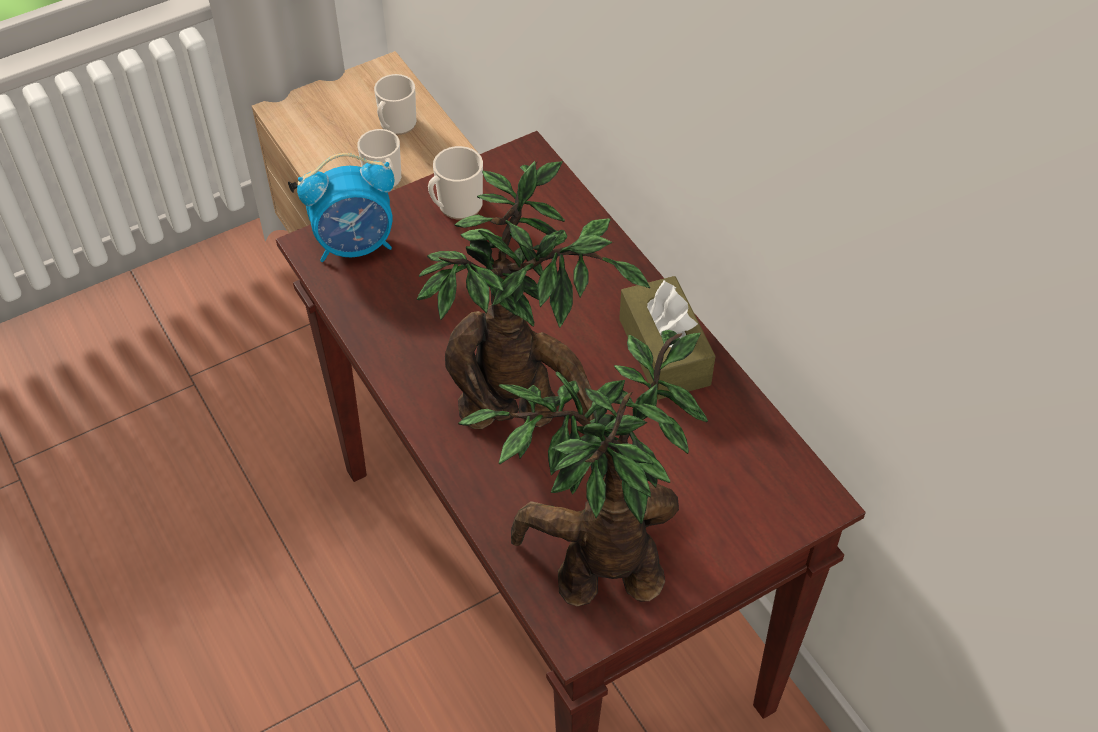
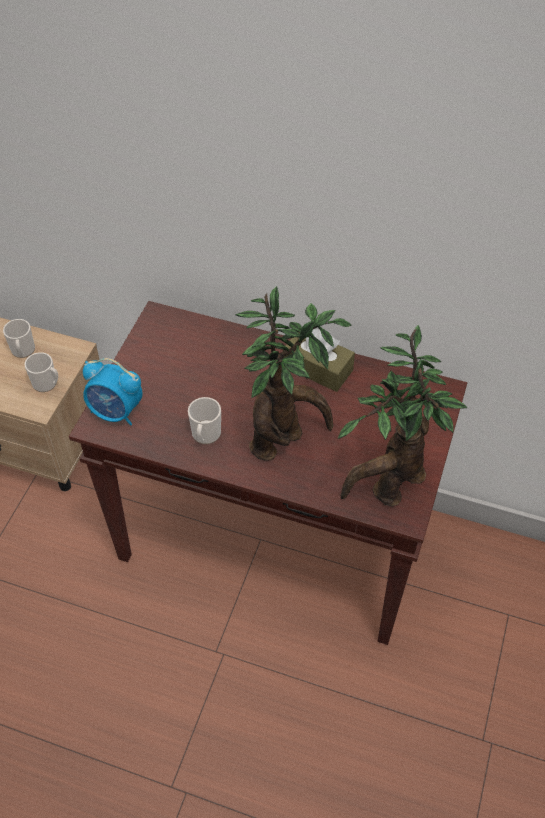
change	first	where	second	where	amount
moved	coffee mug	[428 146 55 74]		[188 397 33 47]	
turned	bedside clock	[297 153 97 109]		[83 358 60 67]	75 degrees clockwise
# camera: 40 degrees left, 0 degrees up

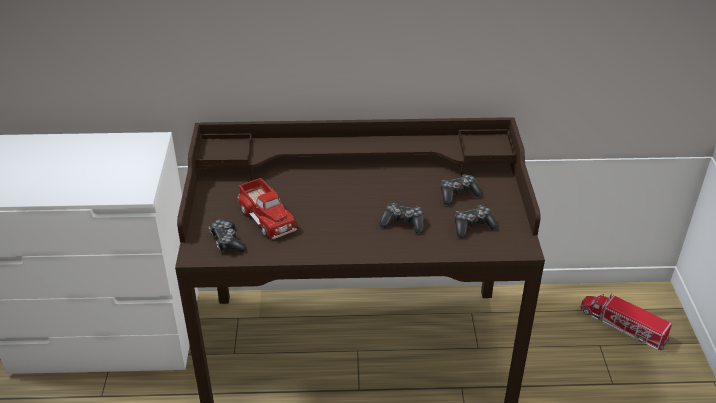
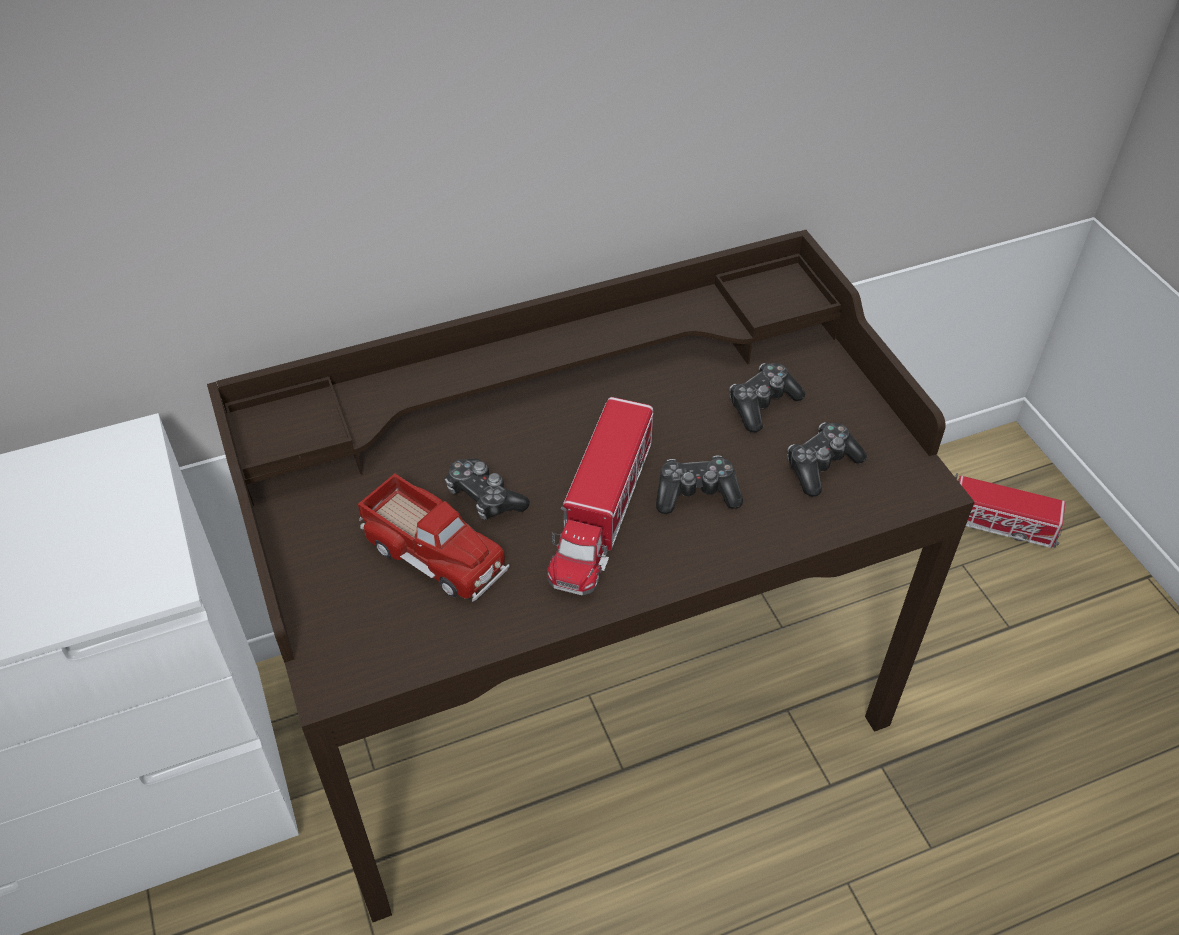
change	first	where	second	where	amount
added			toy lorry	[547 397 107 198]	
moved	game controller	[209 219 38 33]		[445 458 85 62]	
# camera: 20 degrees left, 10 degrees up

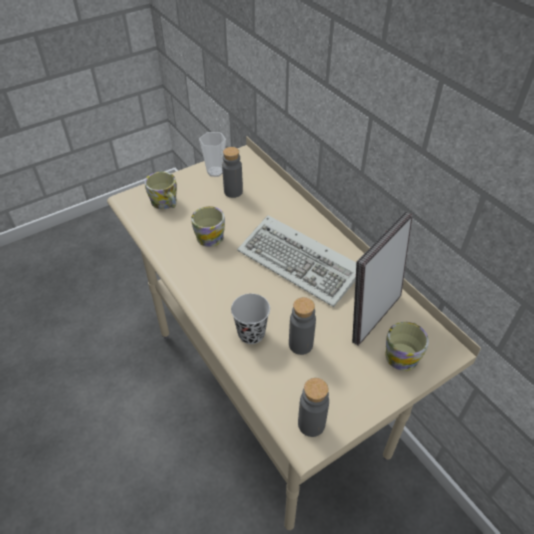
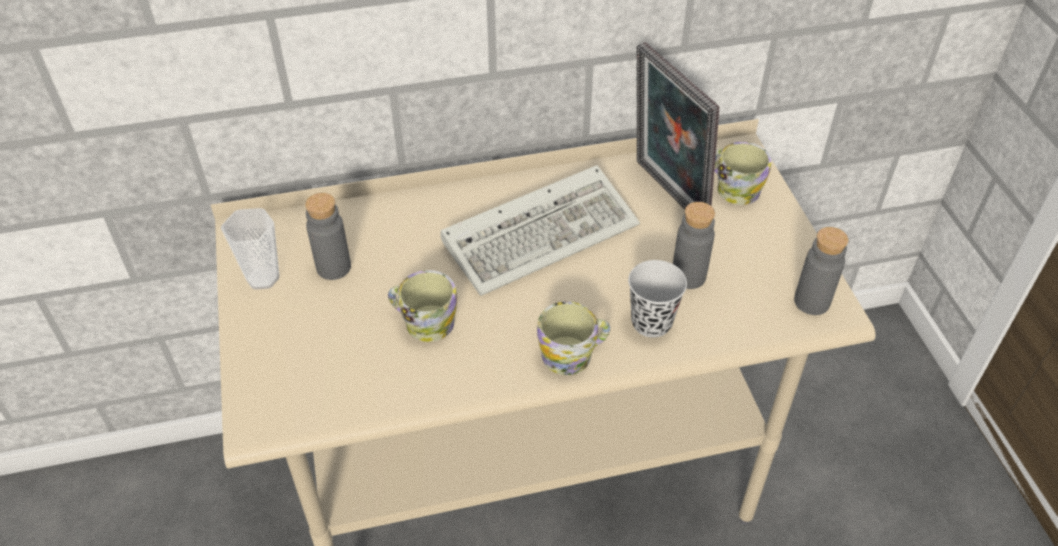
change	first	where	second	where	amount
moved	coffee mug	[145 172 32 37]		[537 301 73 74]	
# camera: 70 degrees left, 0 degrees up

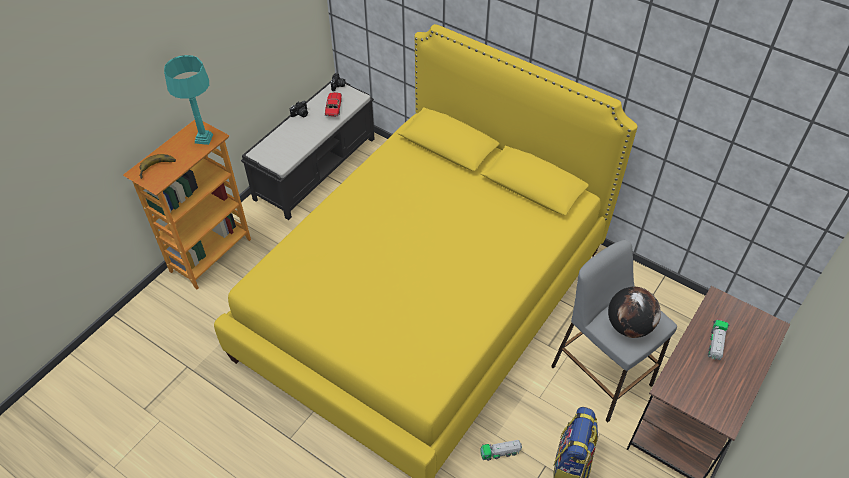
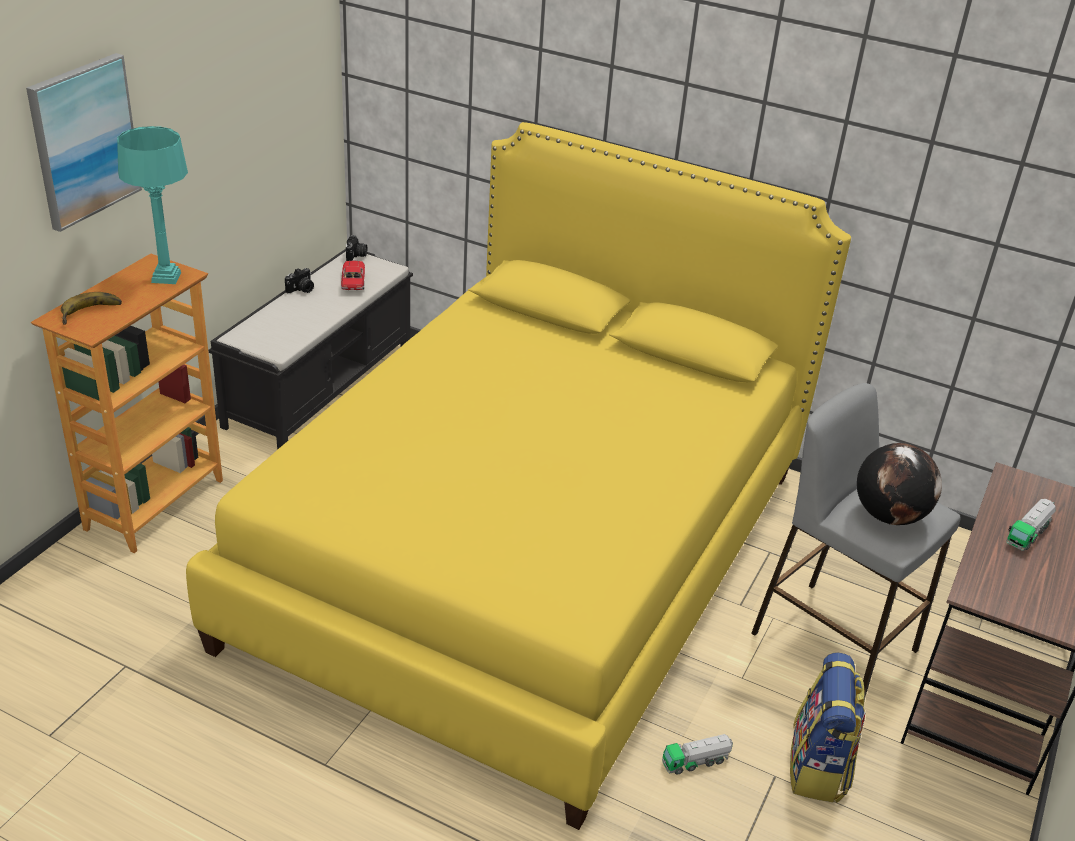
change	first	where	second	where	amount
added			wall picture	[26 53 116 179]	
turned	toy lorry	[708 320 21 41]		[1006 499 50 52]	150 degrees counterclockwise
# camera: 10 degrees left, 15 degrees down

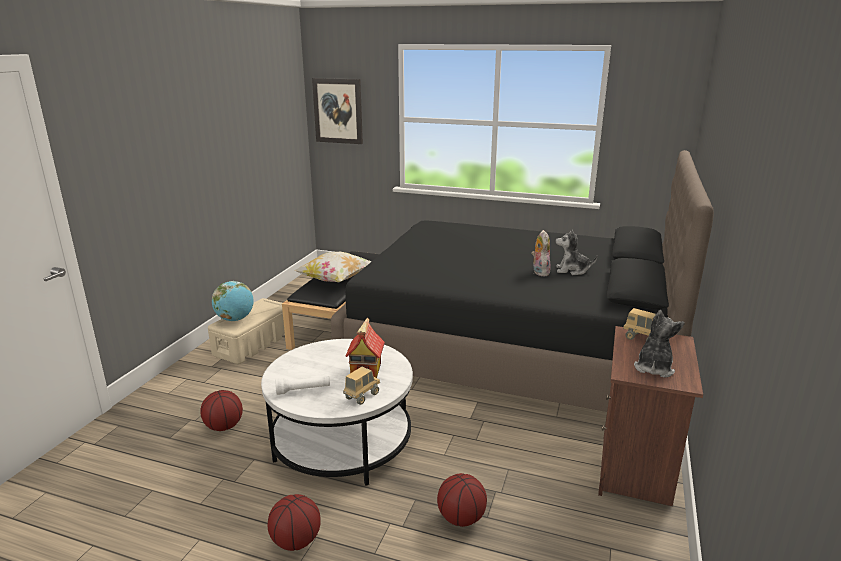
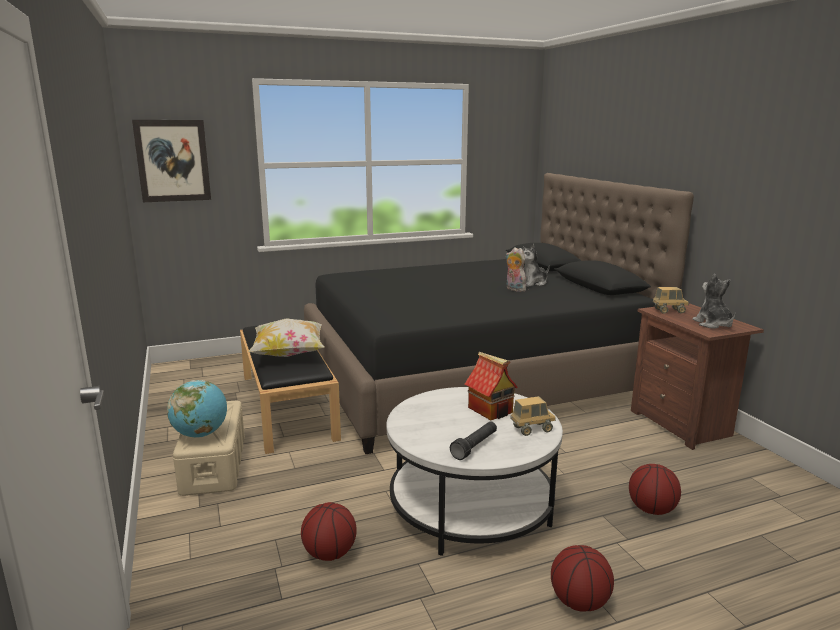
change	first	where	second	where	amount
recoloured	white hand torch	[275 376 55 19]	black-coloured hand torch	[450 421 47 39]	
turned	toy lorry	[343 367 37 38]		[510 396 46 40]	75 degrees clockwise
# camera: 40 degrees left, 5 degrees down

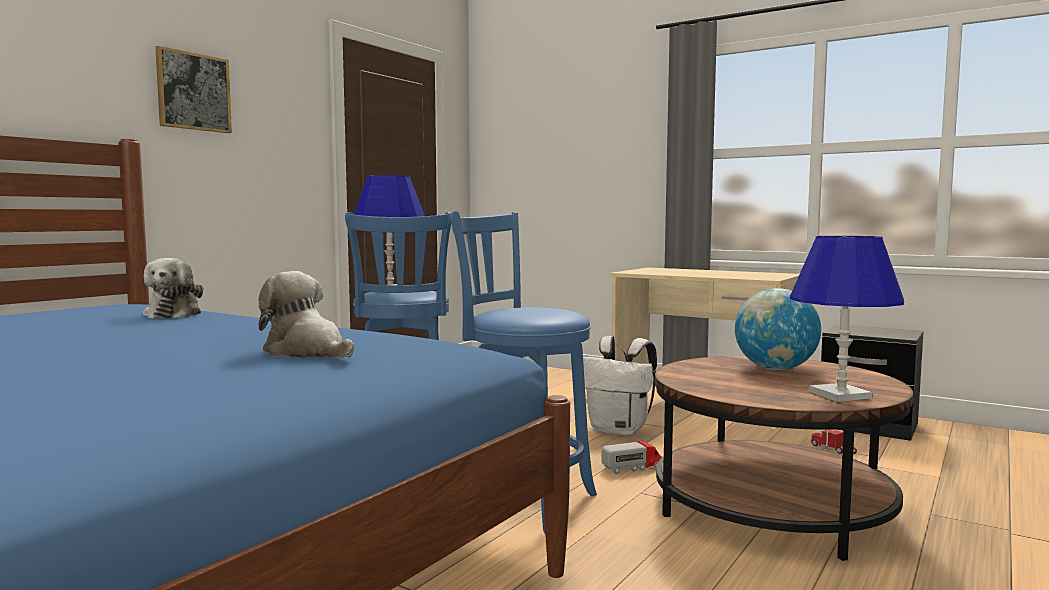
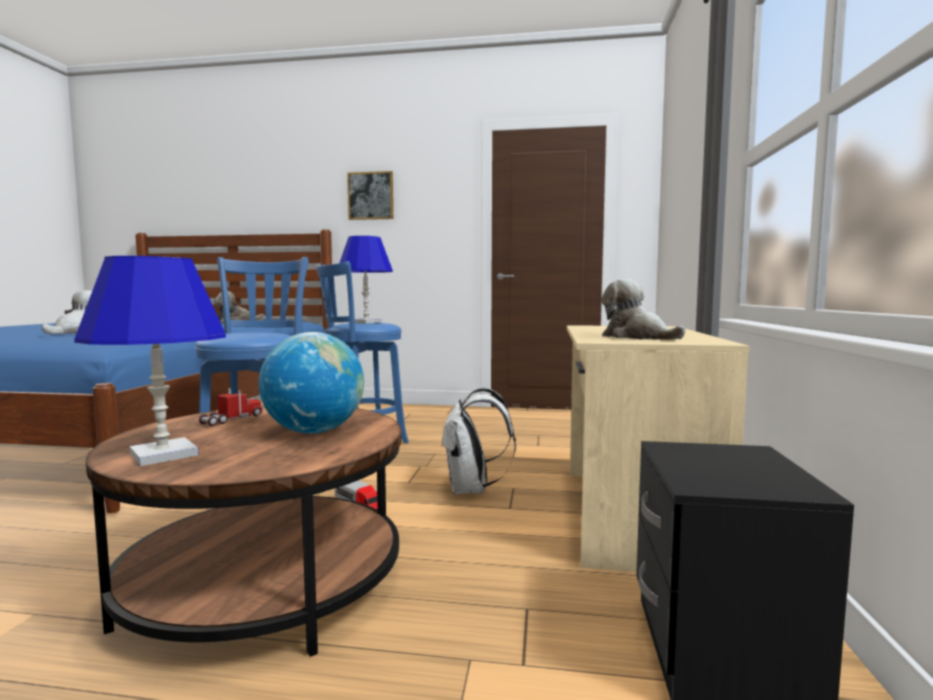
change	first	where	second	where	amount
added			plush toy	[602 279 84 61]	
moved	toy lorry	[811 429 46 25]		[199 388 63 38]	
# camera: 65 degrees right, 0 degrees up

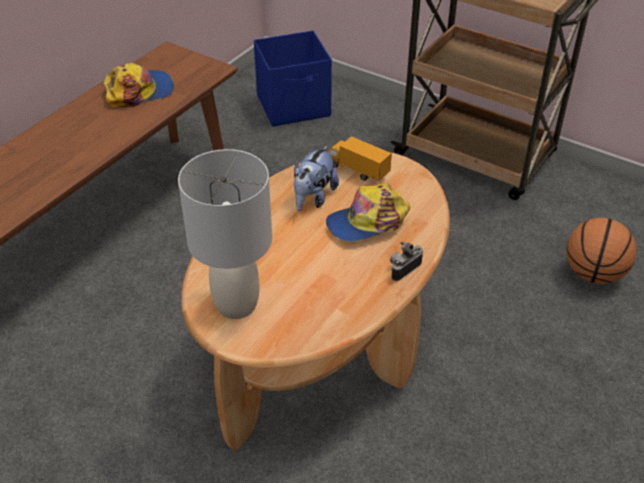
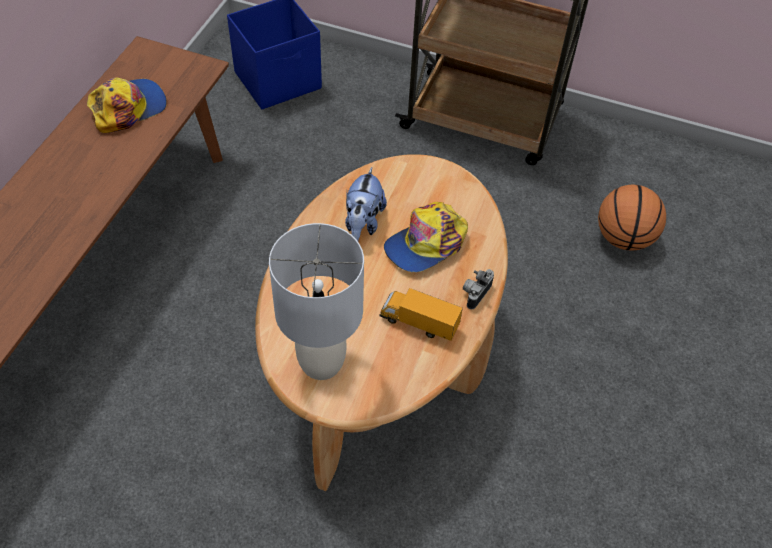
change	first	where	second	where	amount
moved	toy lorry	[328 136 64 45]		[380 288 83 53]	
# camera: 15 degrees left, 10 degrees up

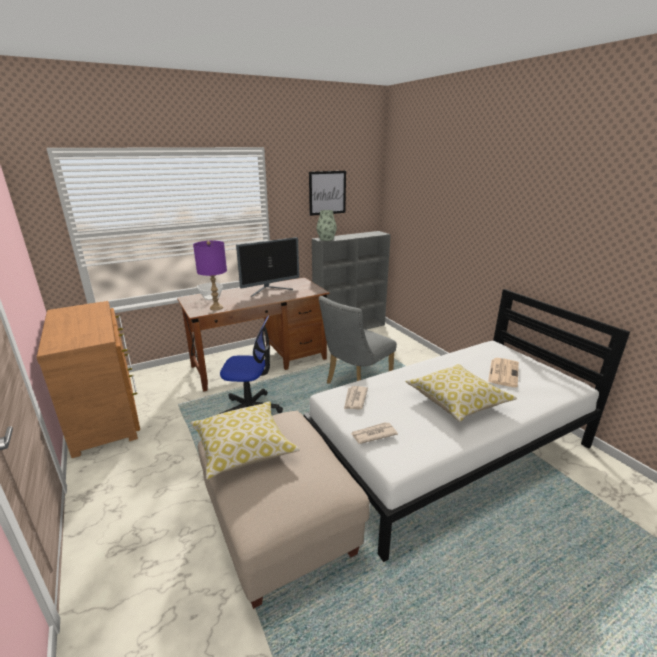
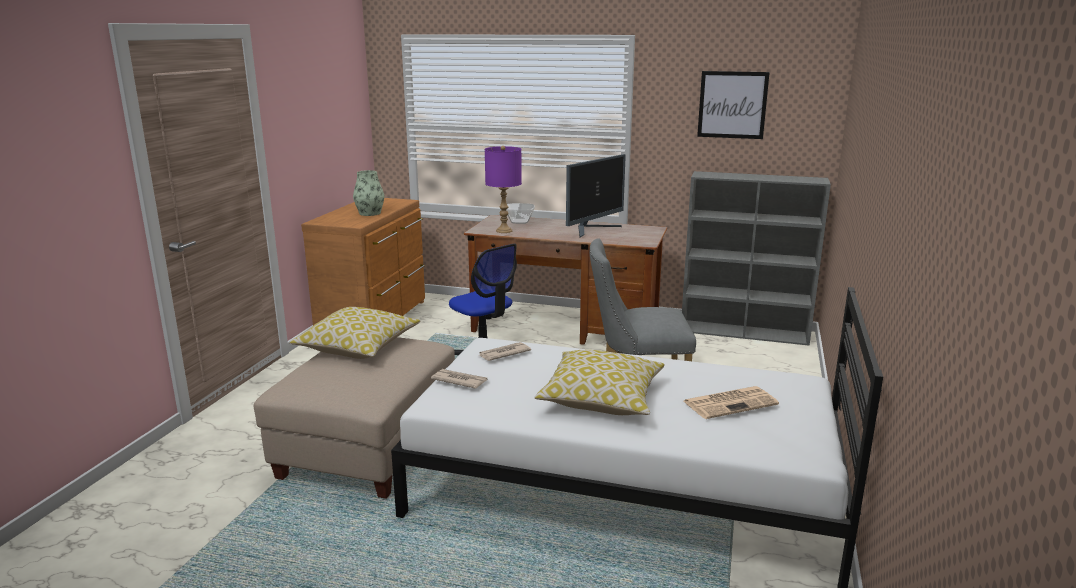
change	first	where	second	where	amount
moved	decorative vase	[316 210 21 31]		[353 170 31 46]	
turned	computer screen	[236 237 63 60]		[566 154 60 84]	60 degrees counterclockwise
# camera: 45 degrees right, 5 degrees down

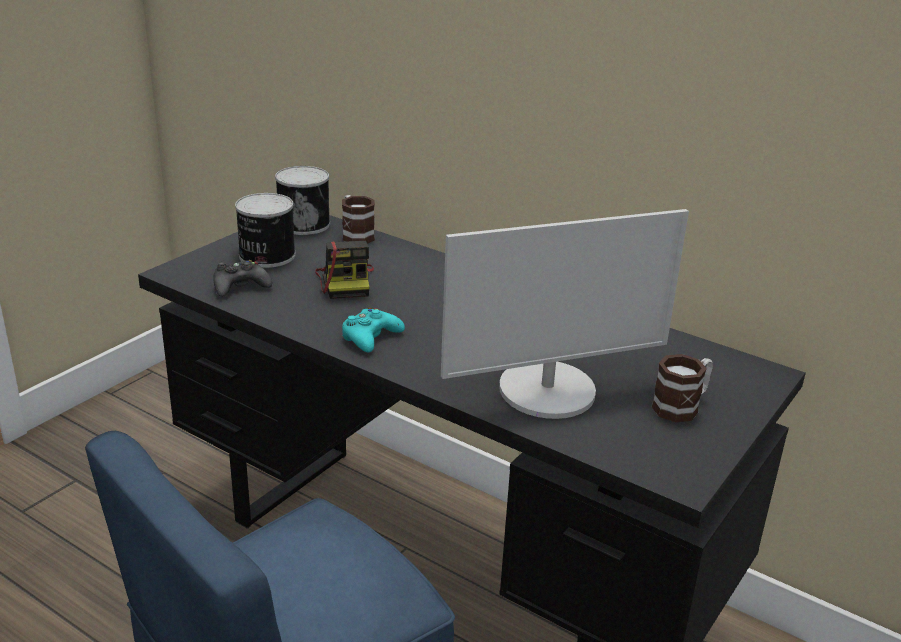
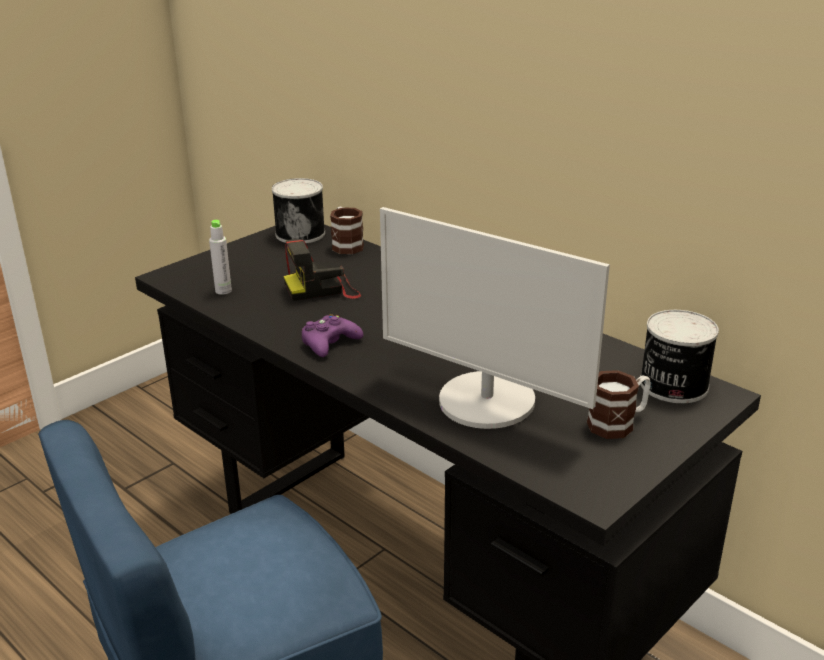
change	first	where	second	where	amount
moved	metal can	[235 193 61 75]		[640 310 79 93]	
replaced	black-coloured game controller	[213 260 59 37]	gray beverage bottle	[209 220 23 75]	
recoloured	blue-green game controller	[342 307 63 45]	purple-coloured game controller	[302 314 61 43]	
turned	still camera	[315 241 59 58]		[284 239 77 62]	75 degrees clockwise
turned	computer screen	[441 209 248 210]		[380 207 230 222]	45 degrees clockwise
# camera: 10 degrees right, 0 degrees up

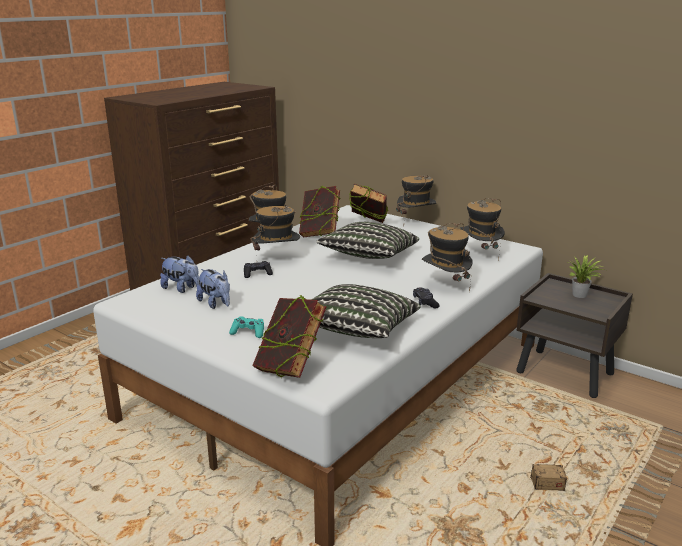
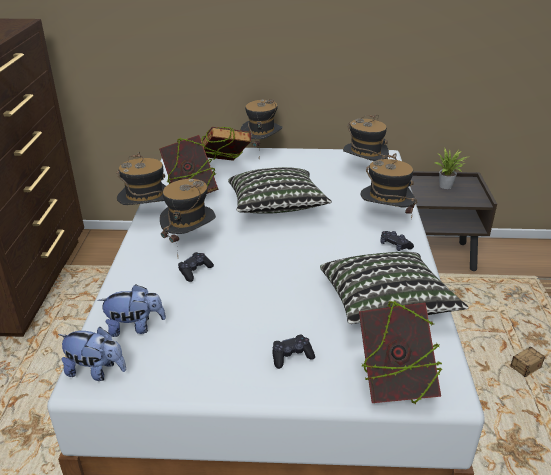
change	first	where	second	where	amount
moved	plush toy	[196 269 34 40]		[58 327 68 54]	
recoloured	blue-green game controller	[229 316 35 22]	black-coloured game controller	[273 335 42 34]	
# camera: 35 degrees left, 10 degrees up

